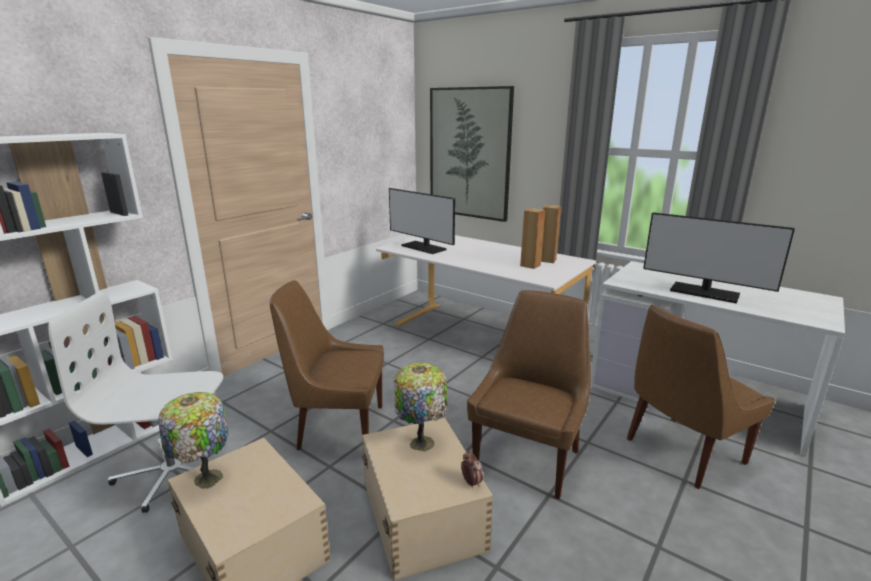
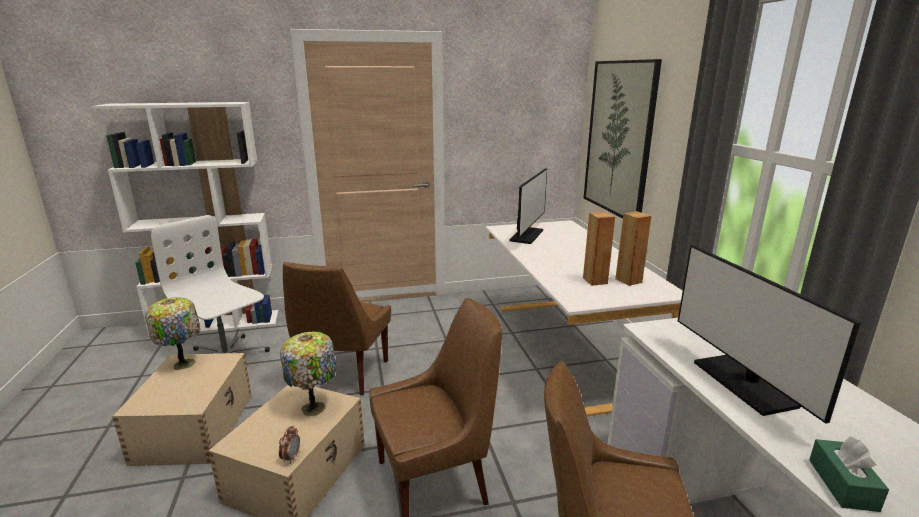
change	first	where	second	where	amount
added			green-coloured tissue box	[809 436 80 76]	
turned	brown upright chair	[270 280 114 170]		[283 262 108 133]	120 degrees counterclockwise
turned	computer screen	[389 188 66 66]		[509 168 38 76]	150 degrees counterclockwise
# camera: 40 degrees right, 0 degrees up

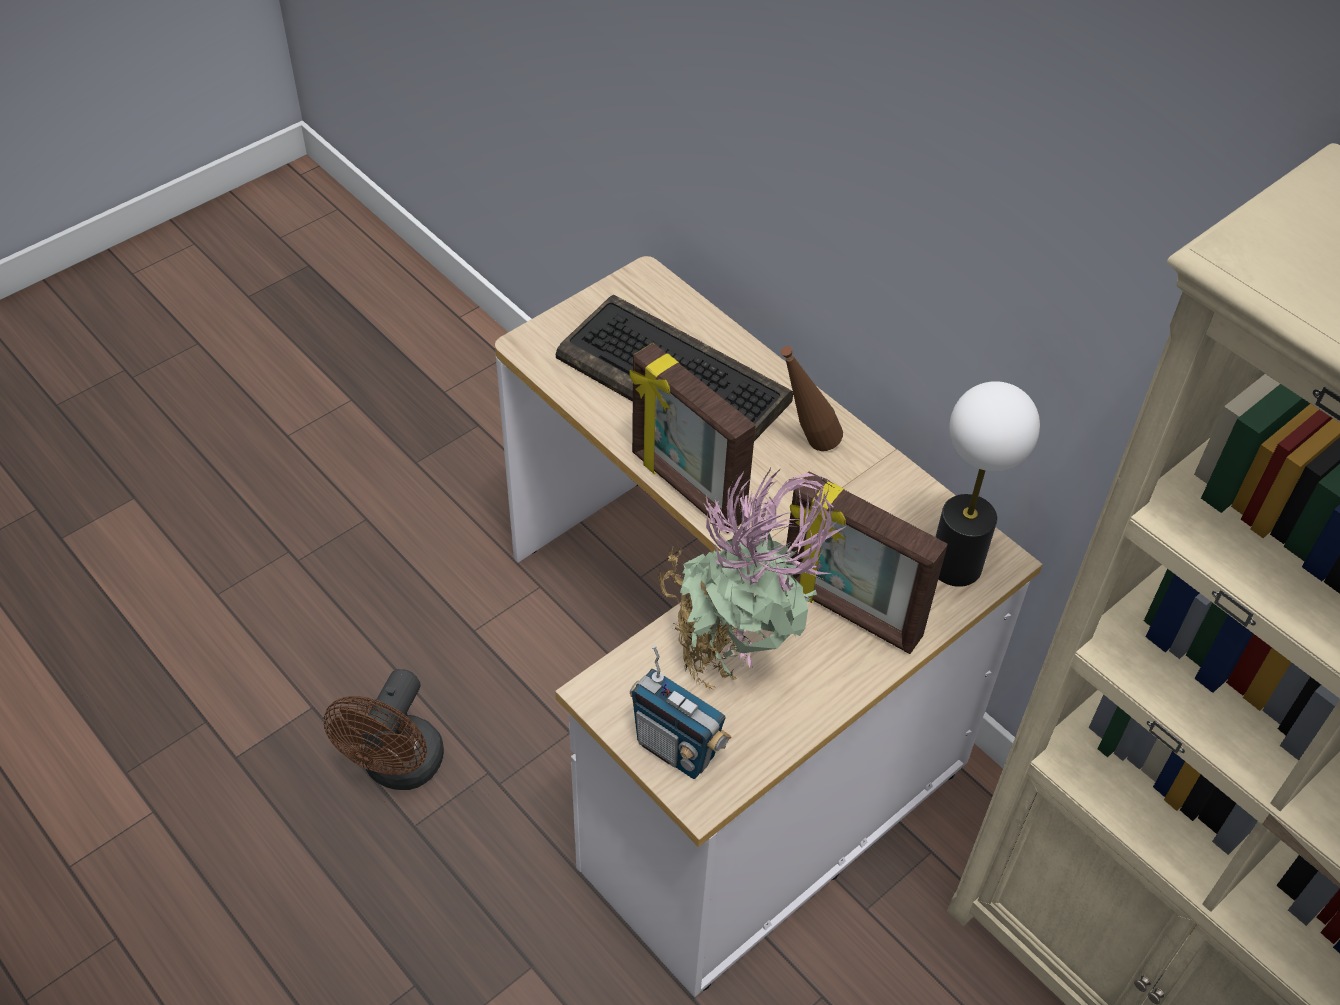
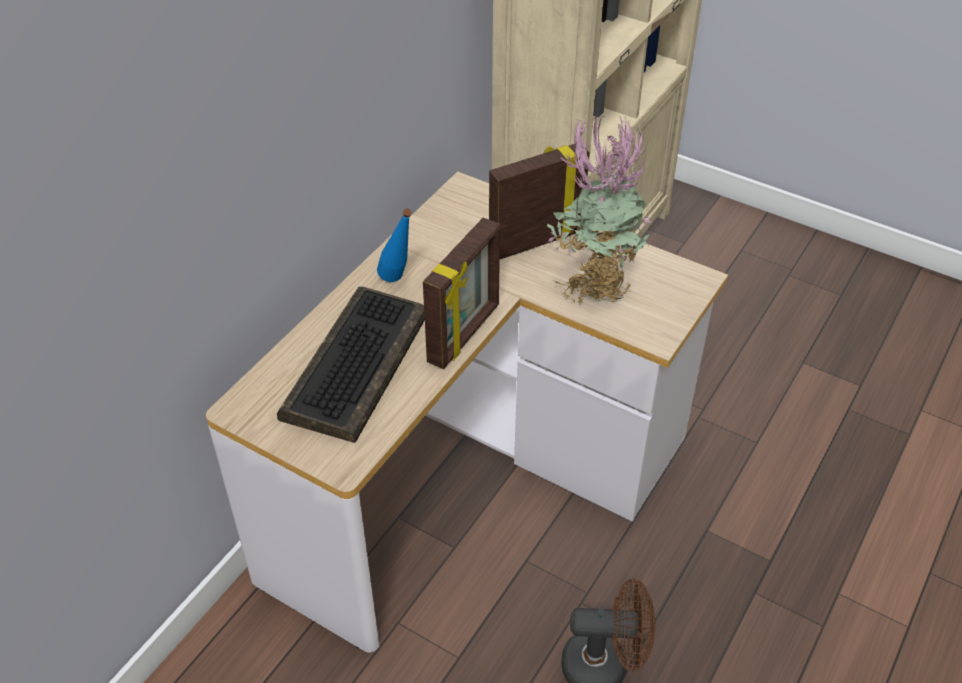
change	first	where	second	where	amount
removed	radio	[630 645 101 134]			
removed	lamp for a table	[936 381 104 206]			
recoloured	brown beverage bottle	[781 346 62 105]	blue beverage bottle	[377 208 35 74]	
turned	picture frame	[786 471 162 183]		[489 144 100 115]	135 degrees counterclockwise
# camera: 105 degrees left, 5 degrees down

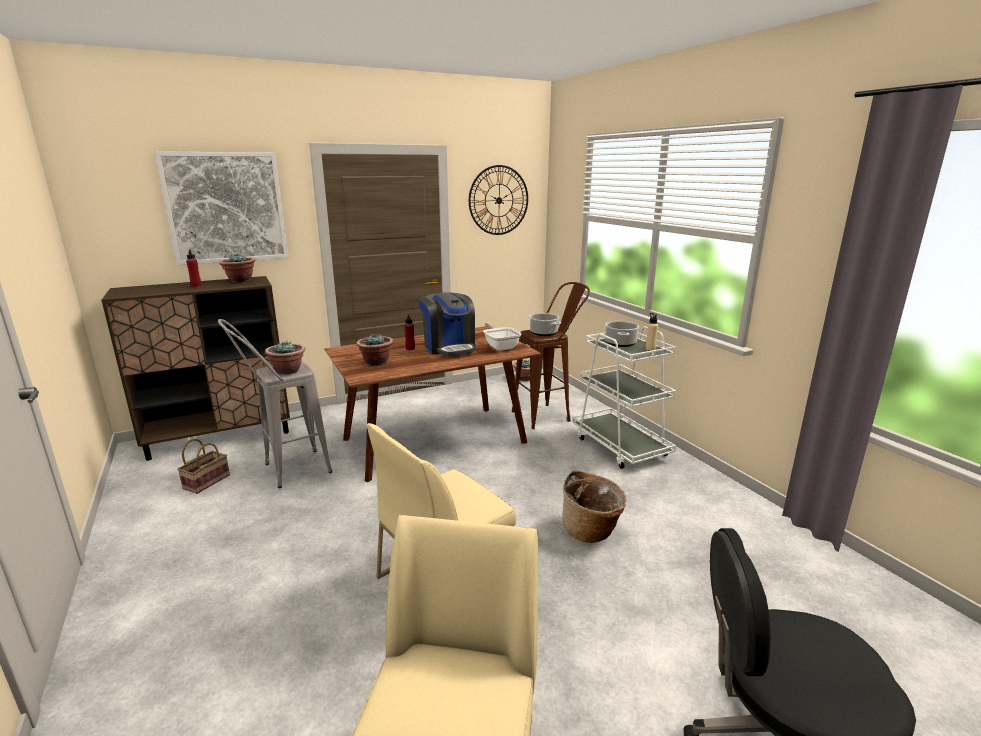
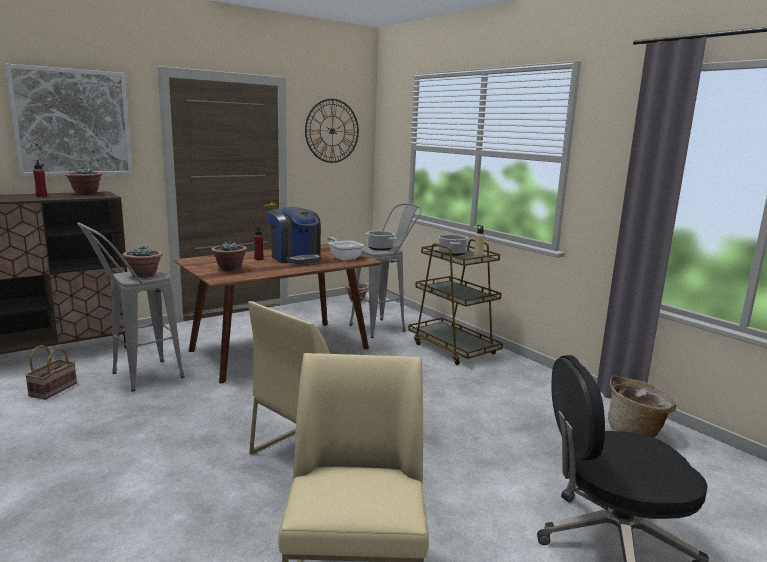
change	first	where	second	where	amount
moved	storage basket	[562 470 64 73]		[608 375 68 63]	
recoloured	brown sitting stool	[512 282 78 147]	gray sitting stool	[349 203 73 135]	
recoloured	white cart	[572 326 104 143]	brown cart	[408 239 95 126]	
# camera: 10 degrees left, 5 degrees down

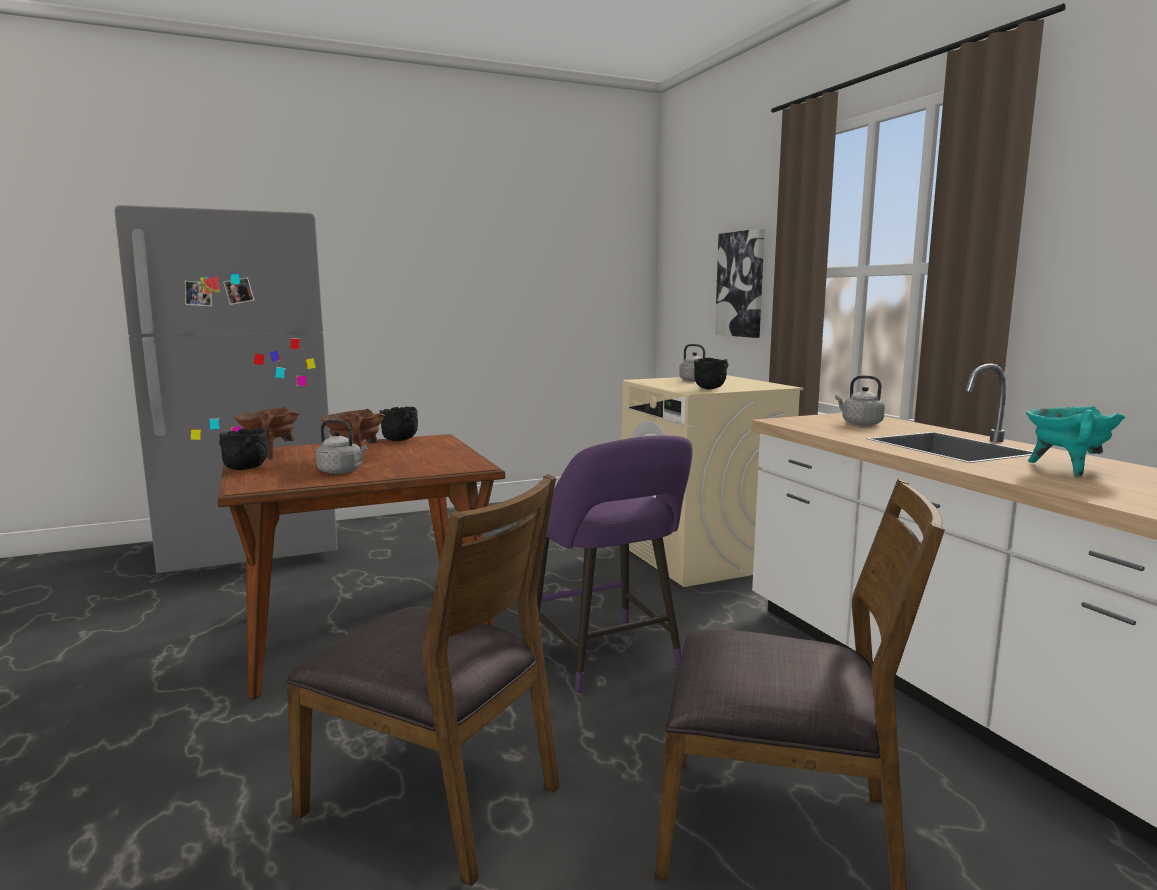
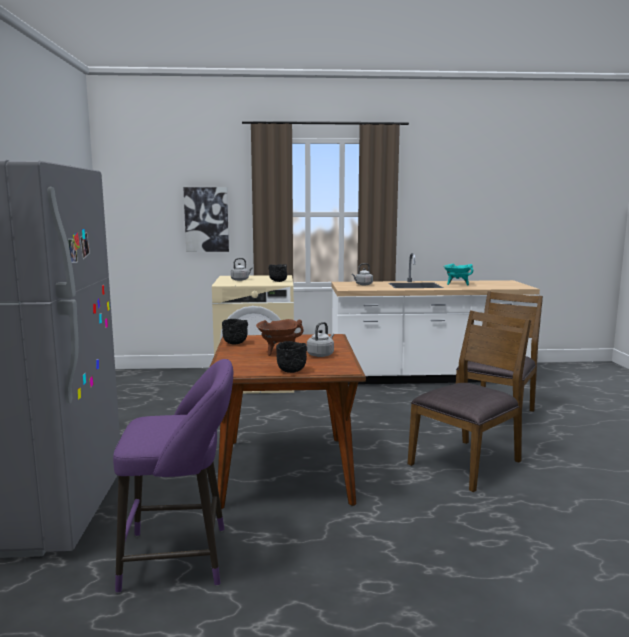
change	first	where	second	where	amount
removed	brown stockpot	[234 407 66 53]			
moved	purple-coloured sitting stool	[536 436 157 259]		[113 359 120 234]	
# camera: 70 degrees left, 0 degrees up

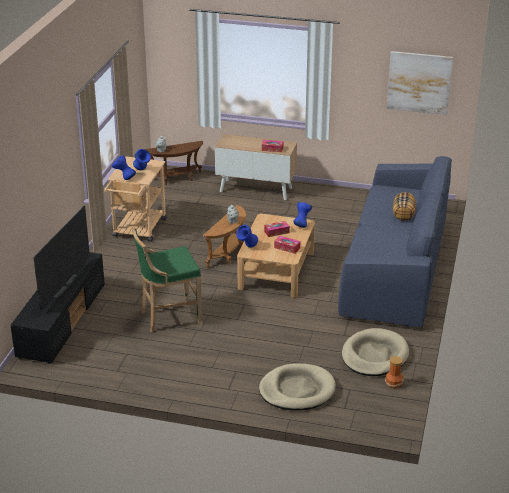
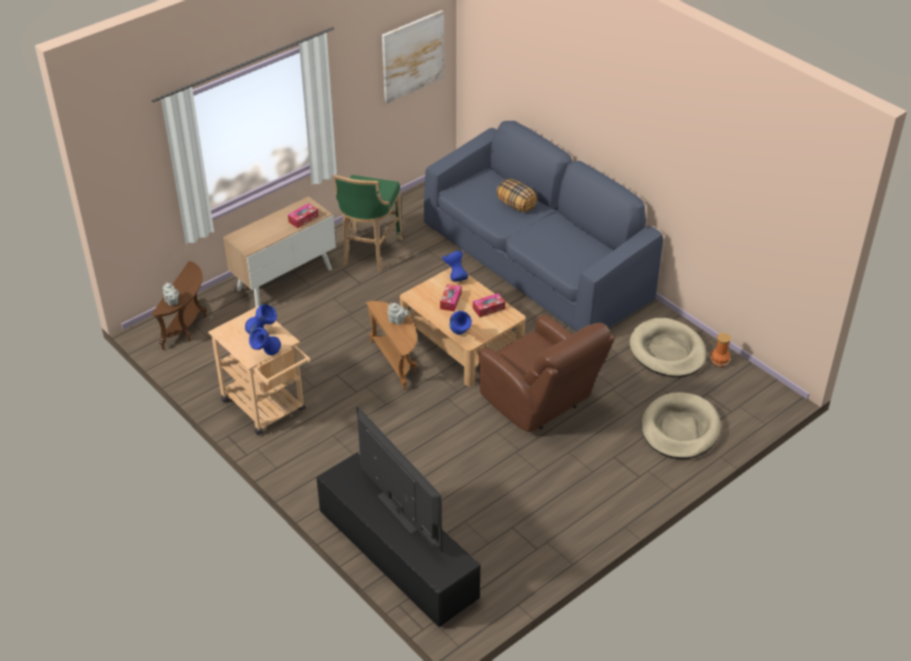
change	first	where	second	where	amount
added			brown armchair	[479 315 136 117]	
moved	green-coloured sitting stool	[132 226 71 106]		[333 174 70 97]	
# camera: 55 degrees left, 10 degrees up

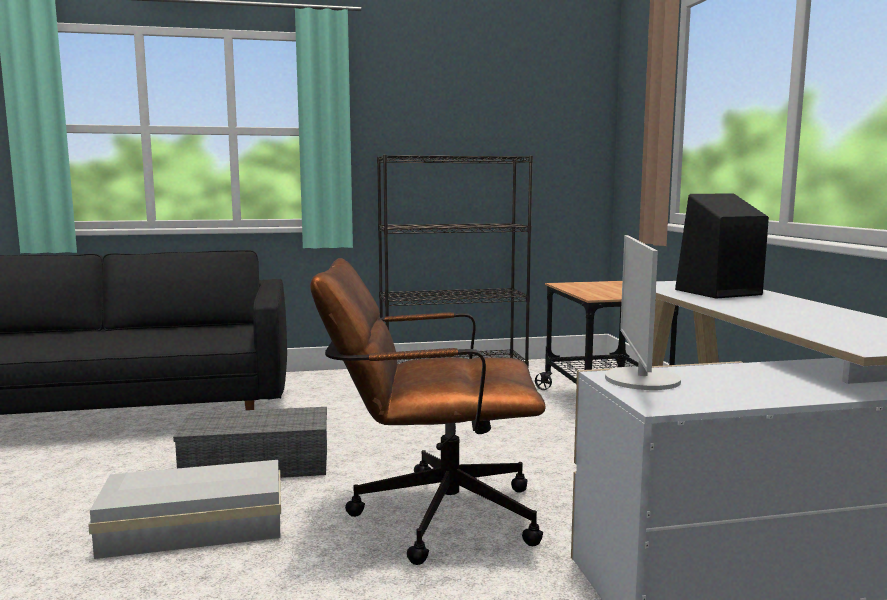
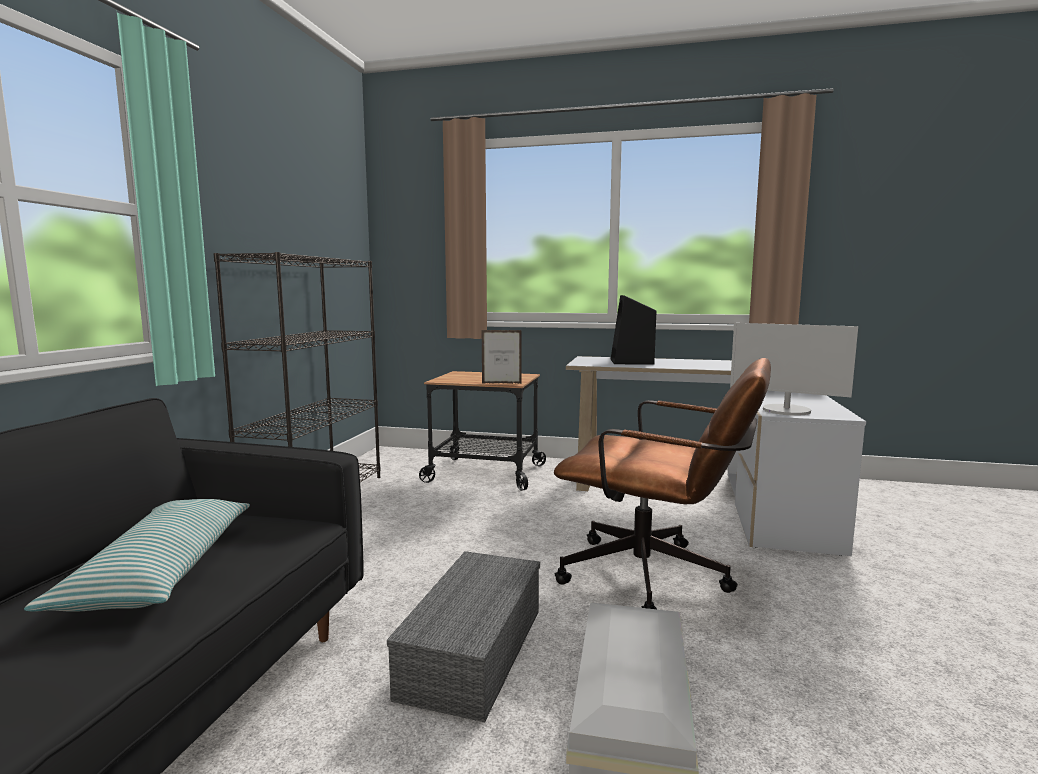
change	first	where	second	where	amount
added			cushion	[24 499 226 113]	
added			picture frame	[482 330 40 54]	
turned	brown computer chair	[310 258 236 307]		[554 358 217 252]	90 degrees counterclockwise
# camera: 65 degrees left, 0 degrees up

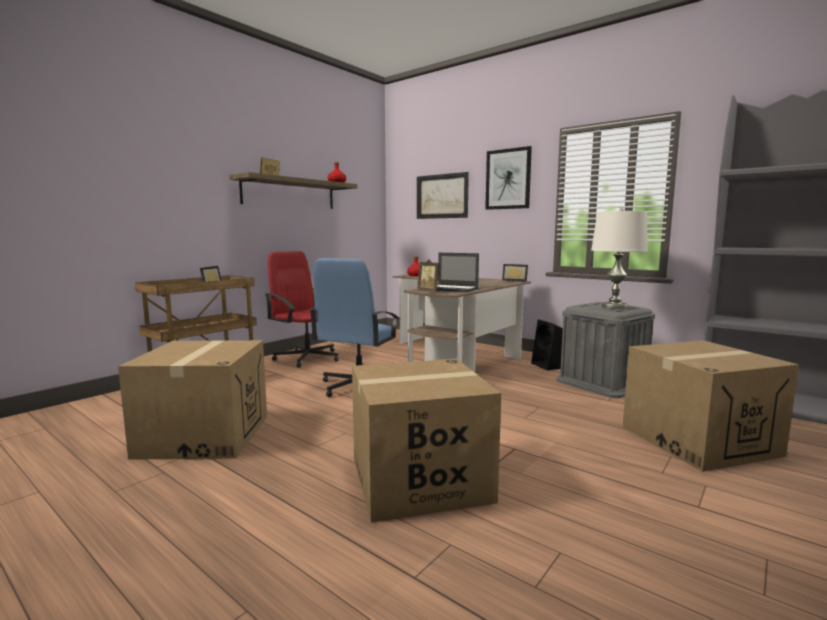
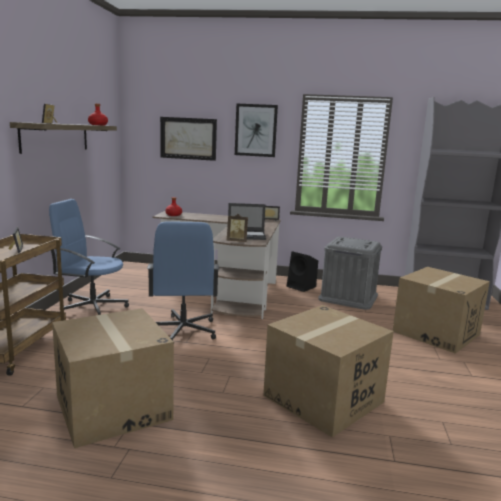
change	first	where	second	where	amount
removed	white lamp for a table	[591 208 57 101]			
recoloured	red-coloured computer chair	[266 251 73 117]	blue computer chair	[49 199 80 116]	
# camera: 30 degrees left, 5 degrees up

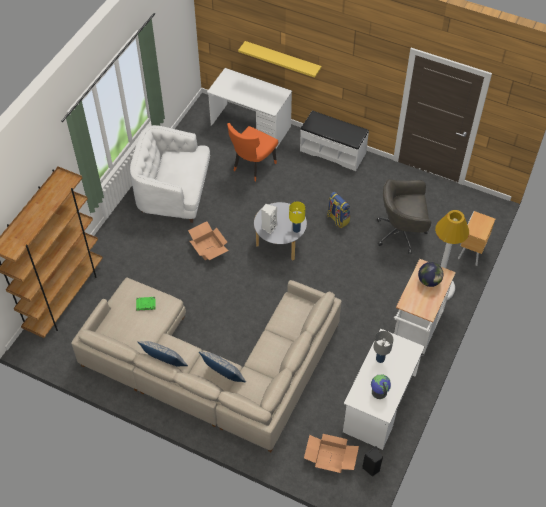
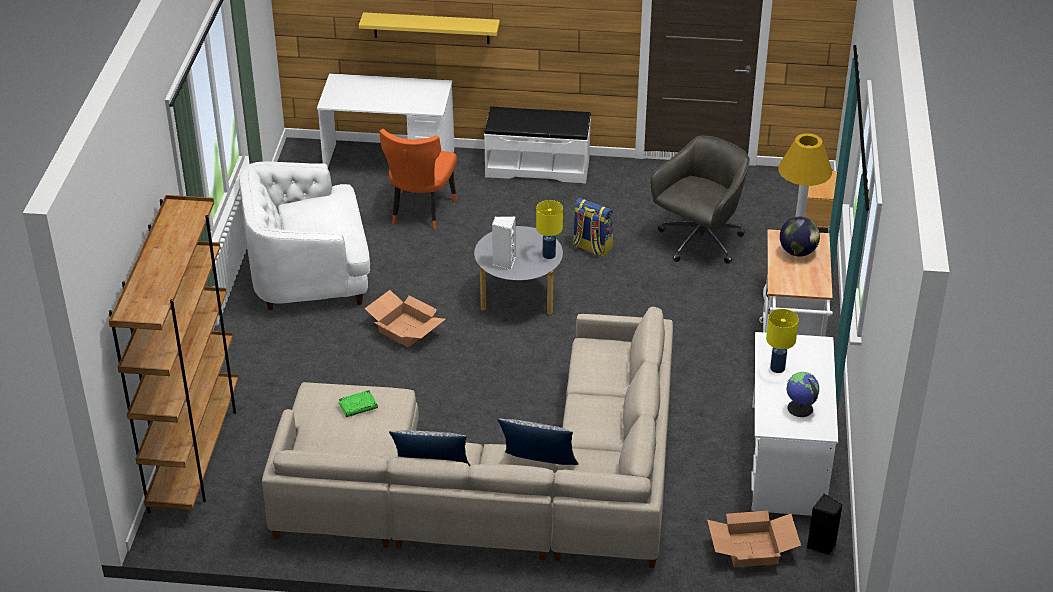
change	first	where	second	where	amount
recoloured	gray lamp for a table	[373 331 20 32]	yellow lamp for a table	[766 309 33 64]	
turned	gray computer chair	[377 179 54 75]		[651 136 99 128]	150 degrees clockwise
# camera: 20 degrees left, 15 degrees down

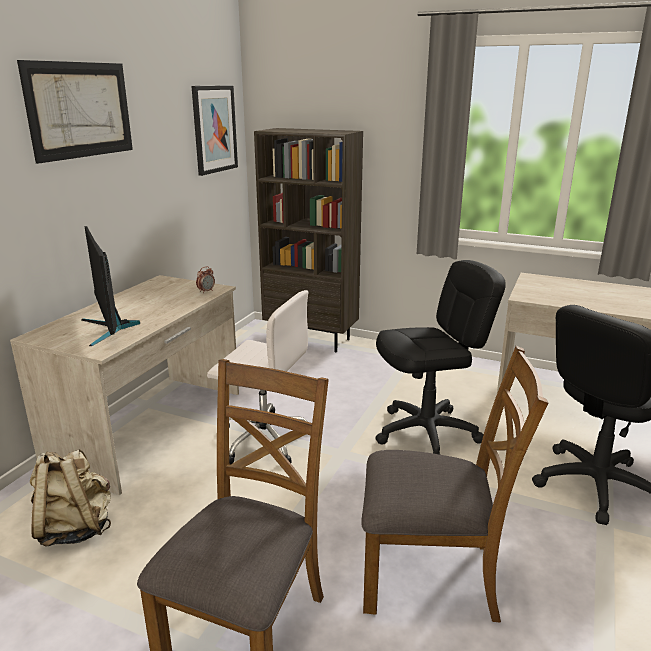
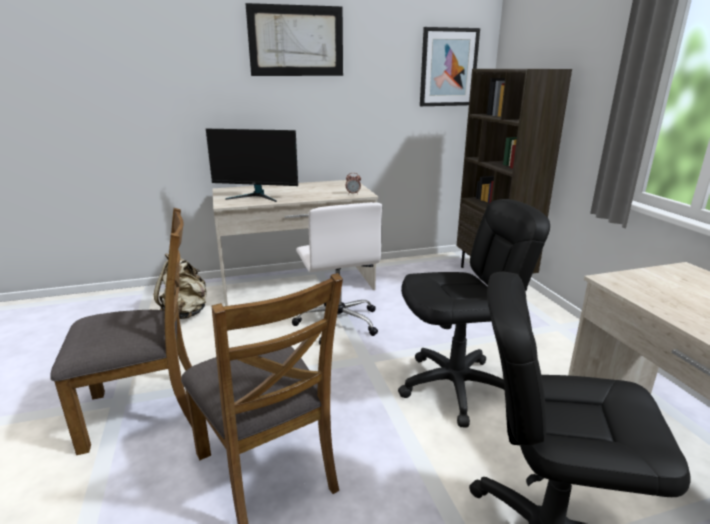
change	first	where	second	where	amount
turned	computer screen	[82 226 58 120]		[206 129 92 73]	105 degrees counterclockwise
turned	black-coloured computer chair	[375 260 131 195]		[398 199 152 229]	45 degrees counterclockwise
# camera: 50 degrees right, 0 degrees up

